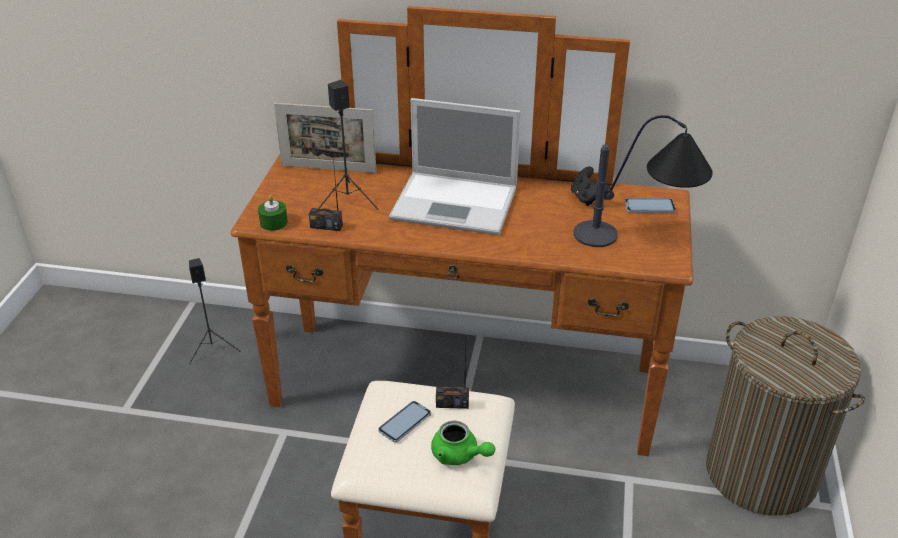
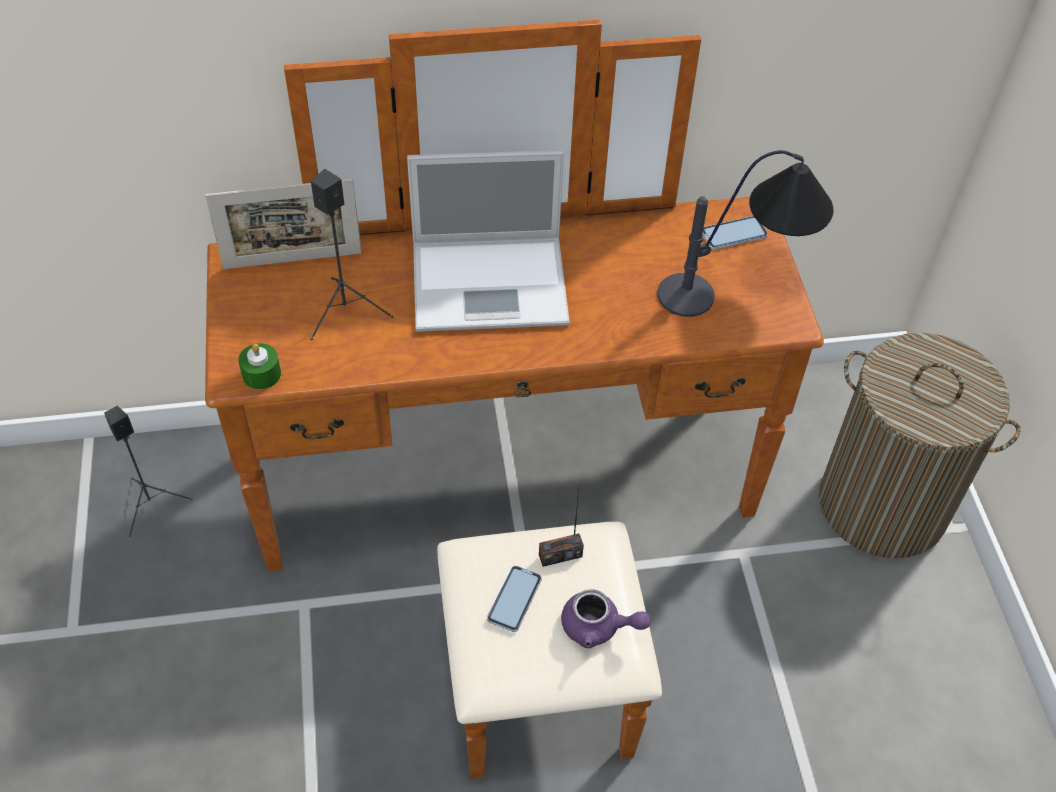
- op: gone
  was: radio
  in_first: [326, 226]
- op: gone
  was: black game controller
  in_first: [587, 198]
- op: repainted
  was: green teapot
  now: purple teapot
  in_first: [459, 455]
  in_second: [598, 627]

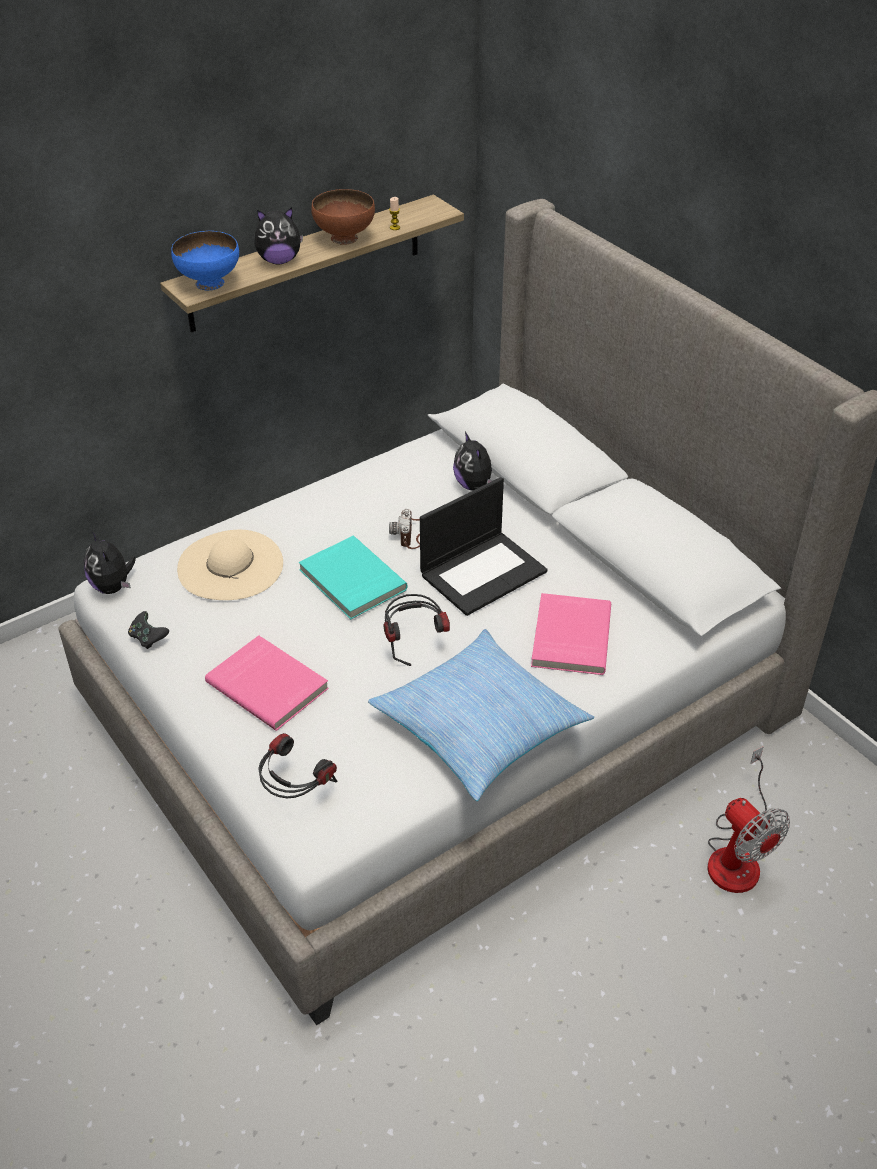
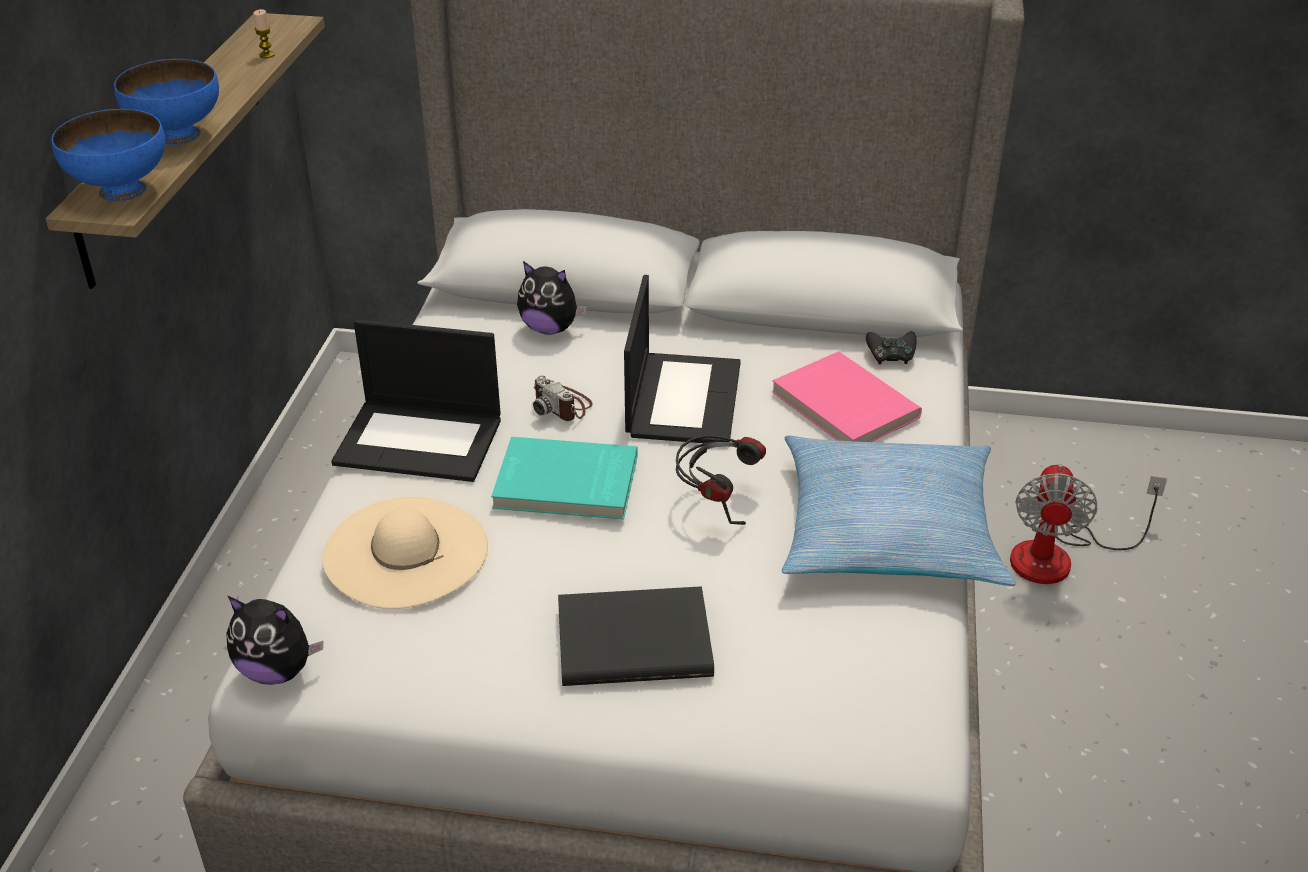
- op: gone
  was: brown bowl
  in_first: [344, 238]
- op: swapped
  was: plush toy
  now: blue bowl
  in_first: [279, 260]
  in_second: [177, 135]
- op: shifted
  was: black game controller
  in_first: [148, 638]
  in_second: [890, 357]
- op: repainted
  was: pink book
  now: black book
  in_first: [269, 684]
  in_second: [634, 639]
- op: gone
  was: headphones
  in_first: [296, 793]
- op: rotated
  was: fan
  in_first: [737, 855]
  in_second: [1059, 557]
  clockwise: 90
- op: new
  now: laptop
  in_second: [421, 440]

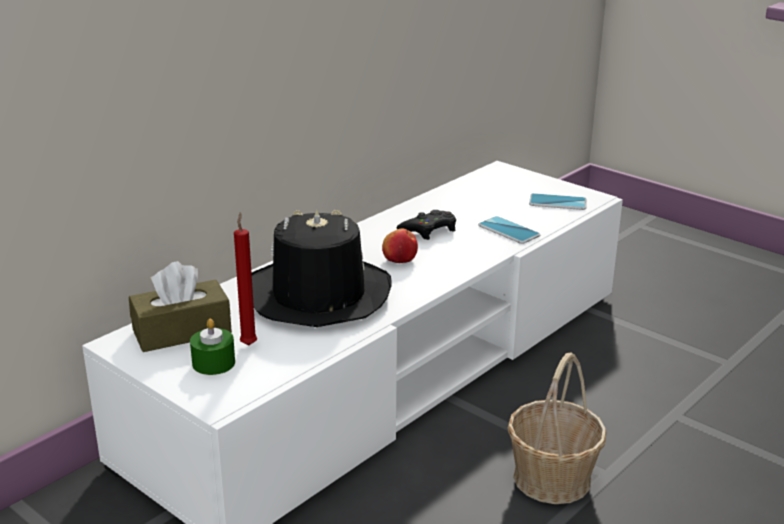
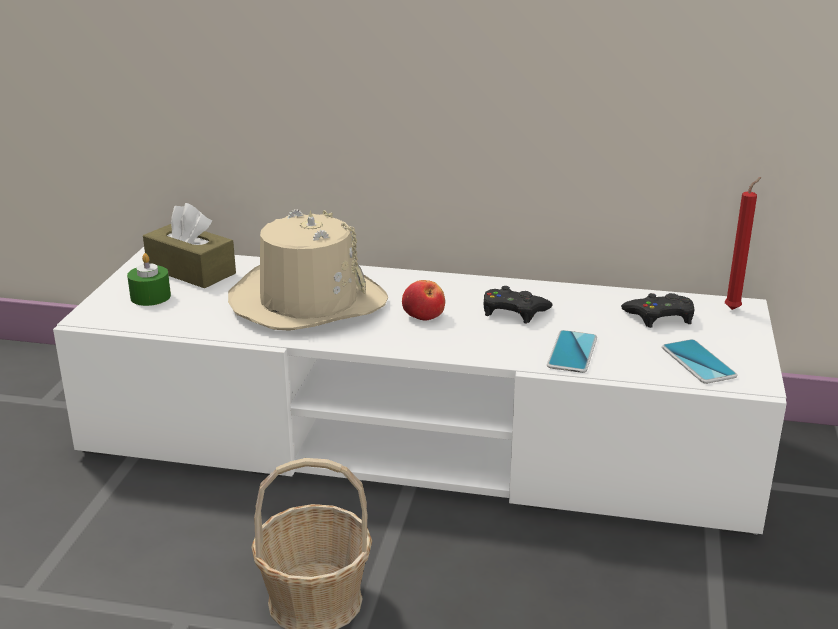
- op: repainted
  was: black hat
  now: beige hat
  in_first: [318, 295]
  in_second: [307, 301]
- op: shifted
  was: red candle
  in_first: [249, 343]
  in_second: [734, 309]
- op: new
  now: black game controller
  in_second: [660, 316]

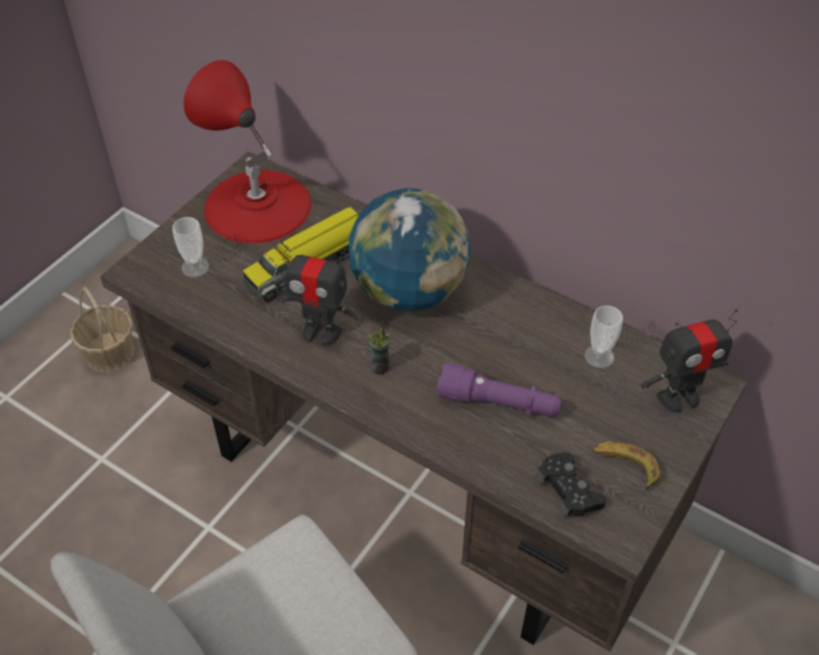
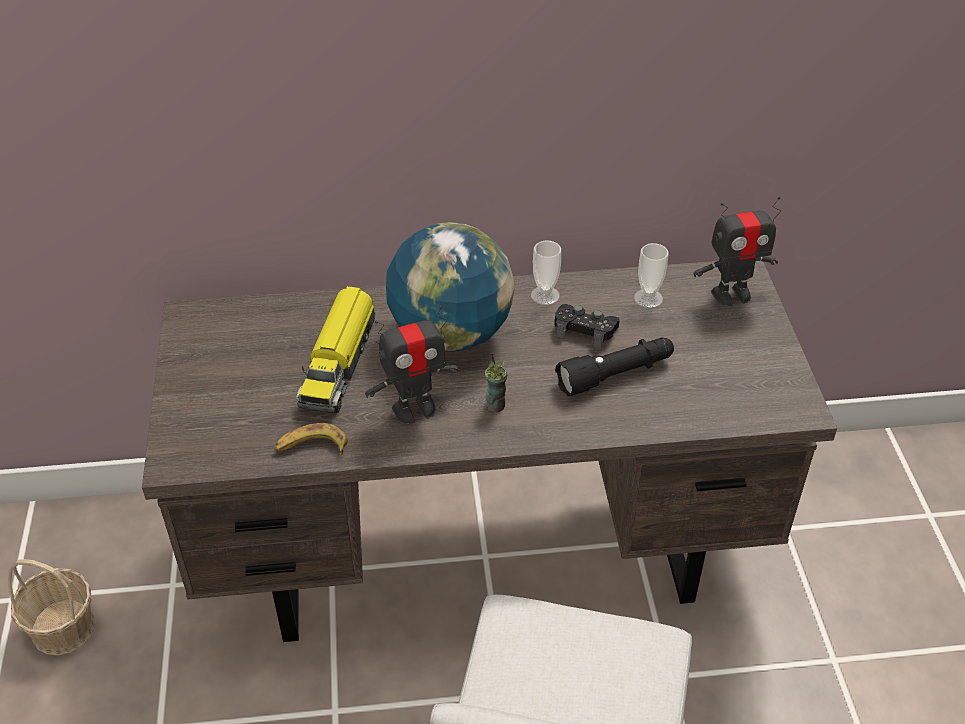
- op: gone
  was: red table lamp
  in_first: [257, 206]
- op: shifted
  was: cup
  in_first: [195, 267]
  in_second: [545, 295]
- op: rotated
  was: toy robot
  in_first: [678, 397]
  in_second: [731, 294]
  clockwise: 45
- op: repainted
  was: purple flashlight
  now: black flashlight
  in_first: [498, 403]
  in_second: [616, 375]
- op: shifted
  was: banana
  in_first: [625, 466]
  in_second: [311, 447]
- op: shifted
  was: black game controller
  in_first: [568, 491]
  in_second: [585, 330]

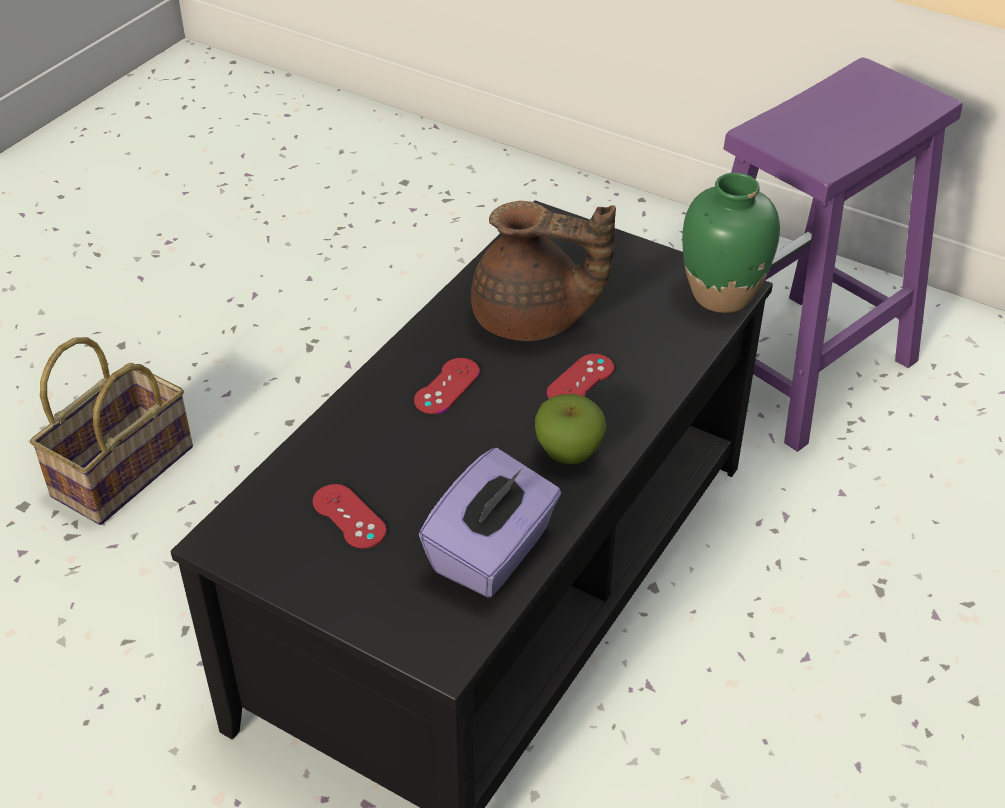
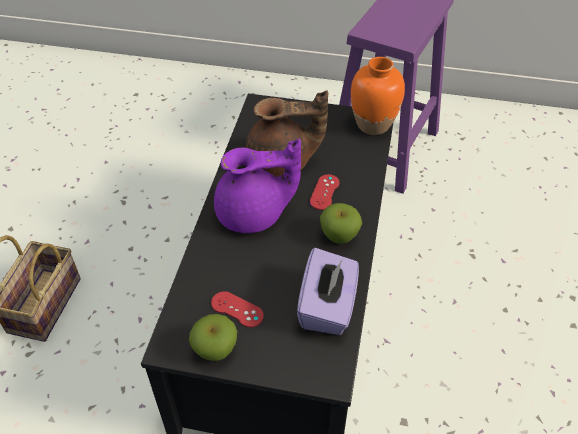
- op: repainted
  was: green vase
  now: orange vase
  in_first: [722, 295]
  in_second: [373, 124]
- op: swapped
  was: red game controller
  now: purple teapot
  in_first: [447, 386]
  in_second: [254, 214]
- op: new
  now: apple
  in_second: [215, 350]

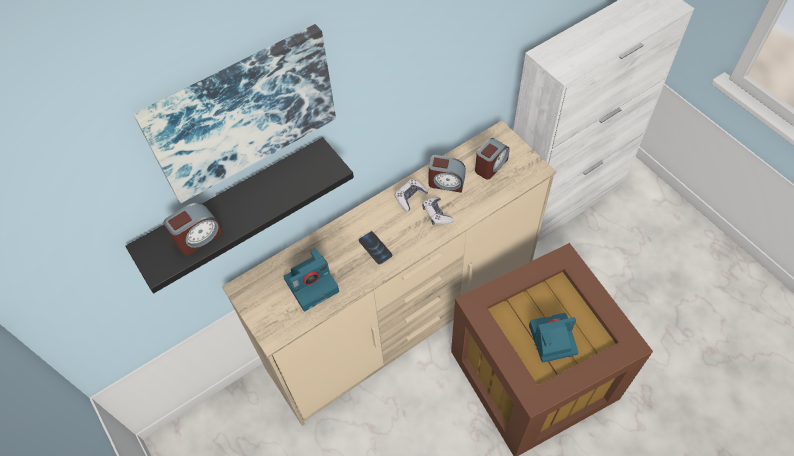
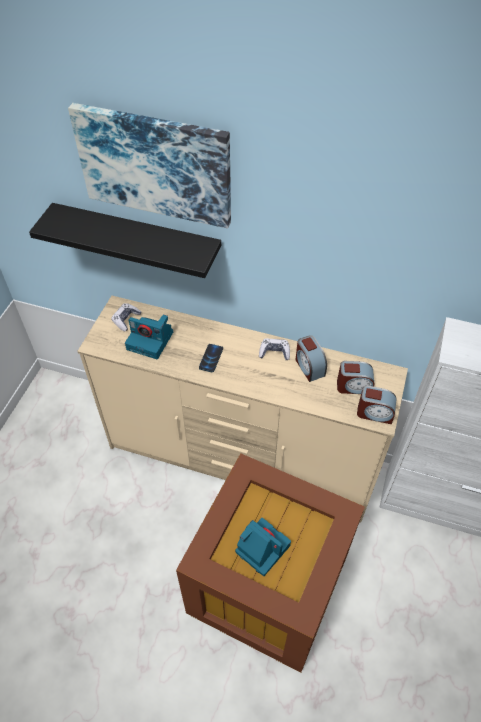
- op: shifted
  was: game controller
  in_first: [436, 214]
  in_second: [126, 319]
- op: shifted
  was: alarm clock
  in_first: [198, 237]
  in_second: [374, 413]

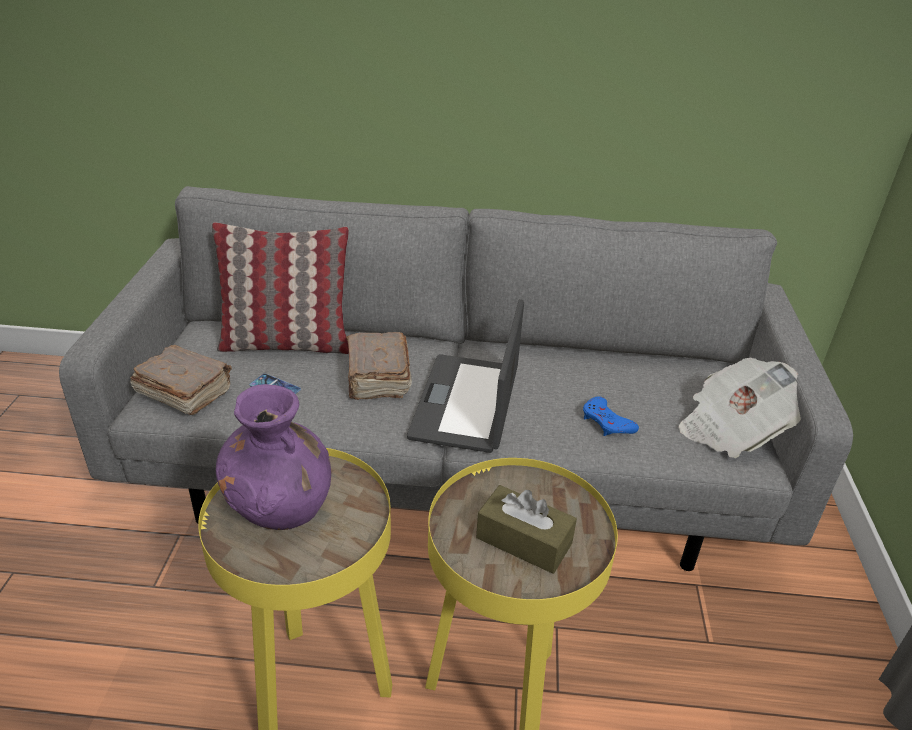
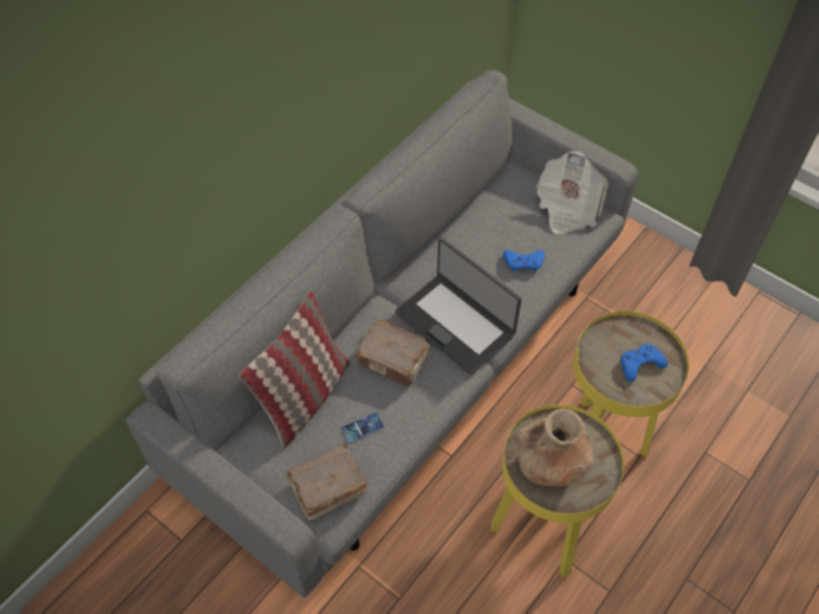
- op: repainted
  was: purple vase
  now: brown vase
  in_first: [280, 506]
  in_second: [551, 465]
- op: swapped
  was: brown tissue box
  now: blue game controller
  in_first: [524, 541]
  in_second: [640, 364]

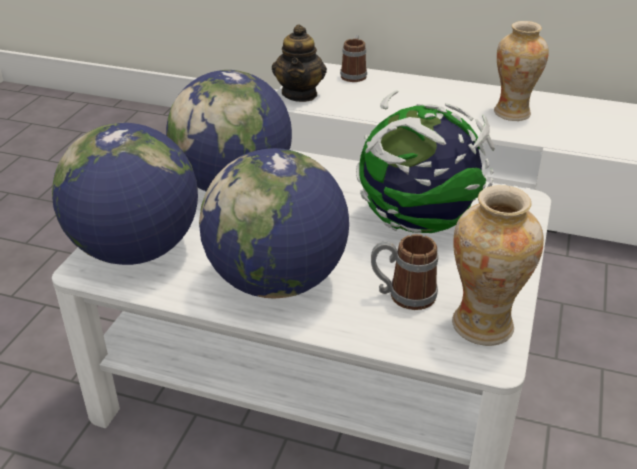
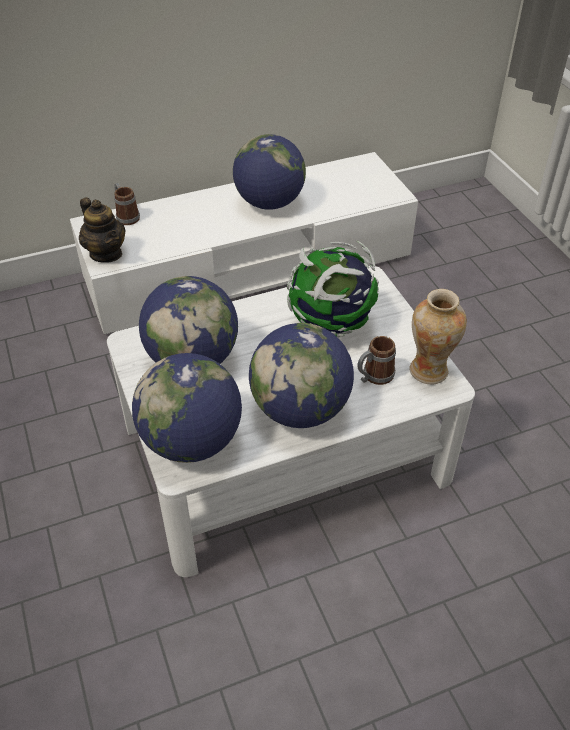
- op: swapped
  was: vase
  now: globe
  in_first: [512, 113]
  in_second: [269, 203]

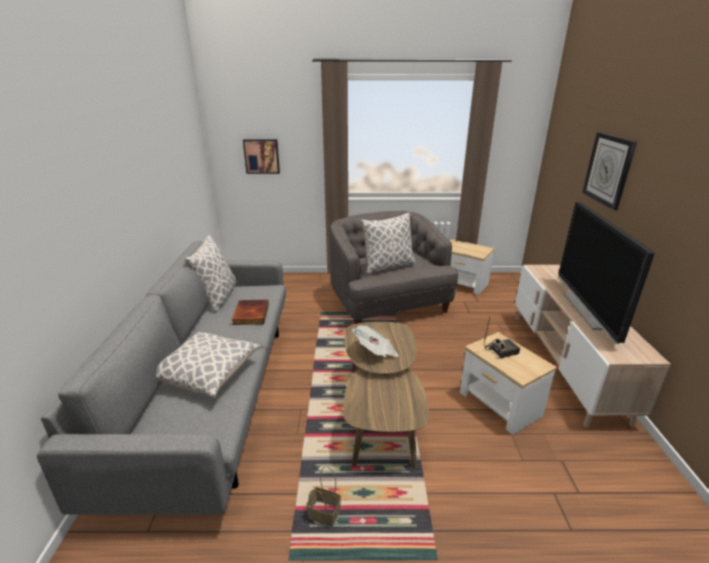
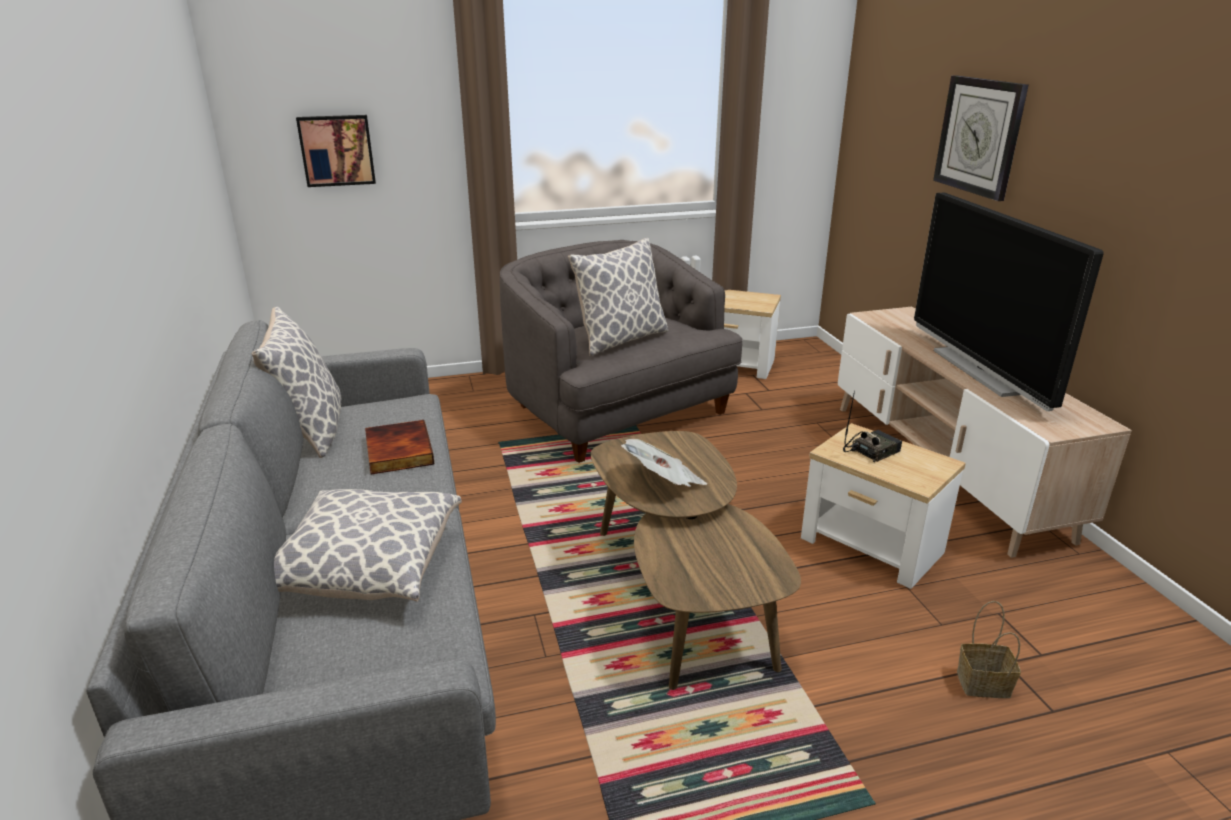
- op: shifted
  was: basket
  in_first: [323, 514]
  in_second: [982, 684]

